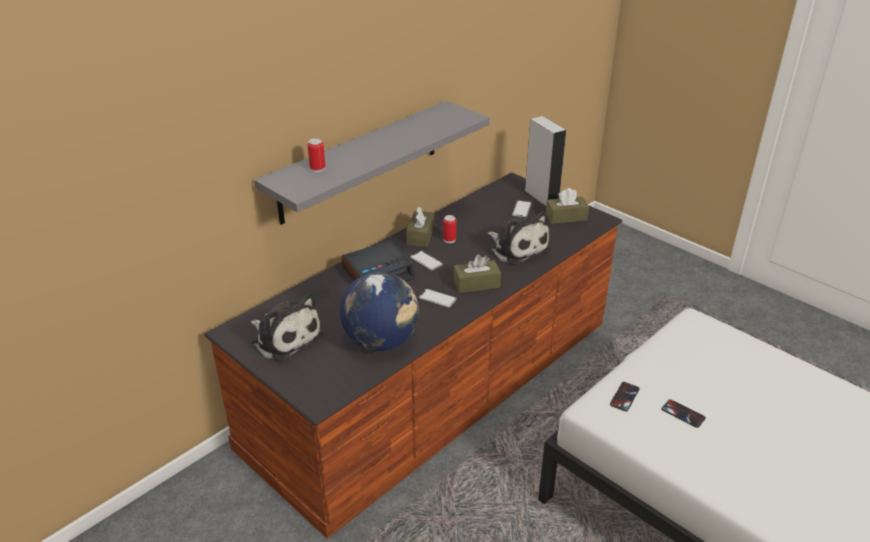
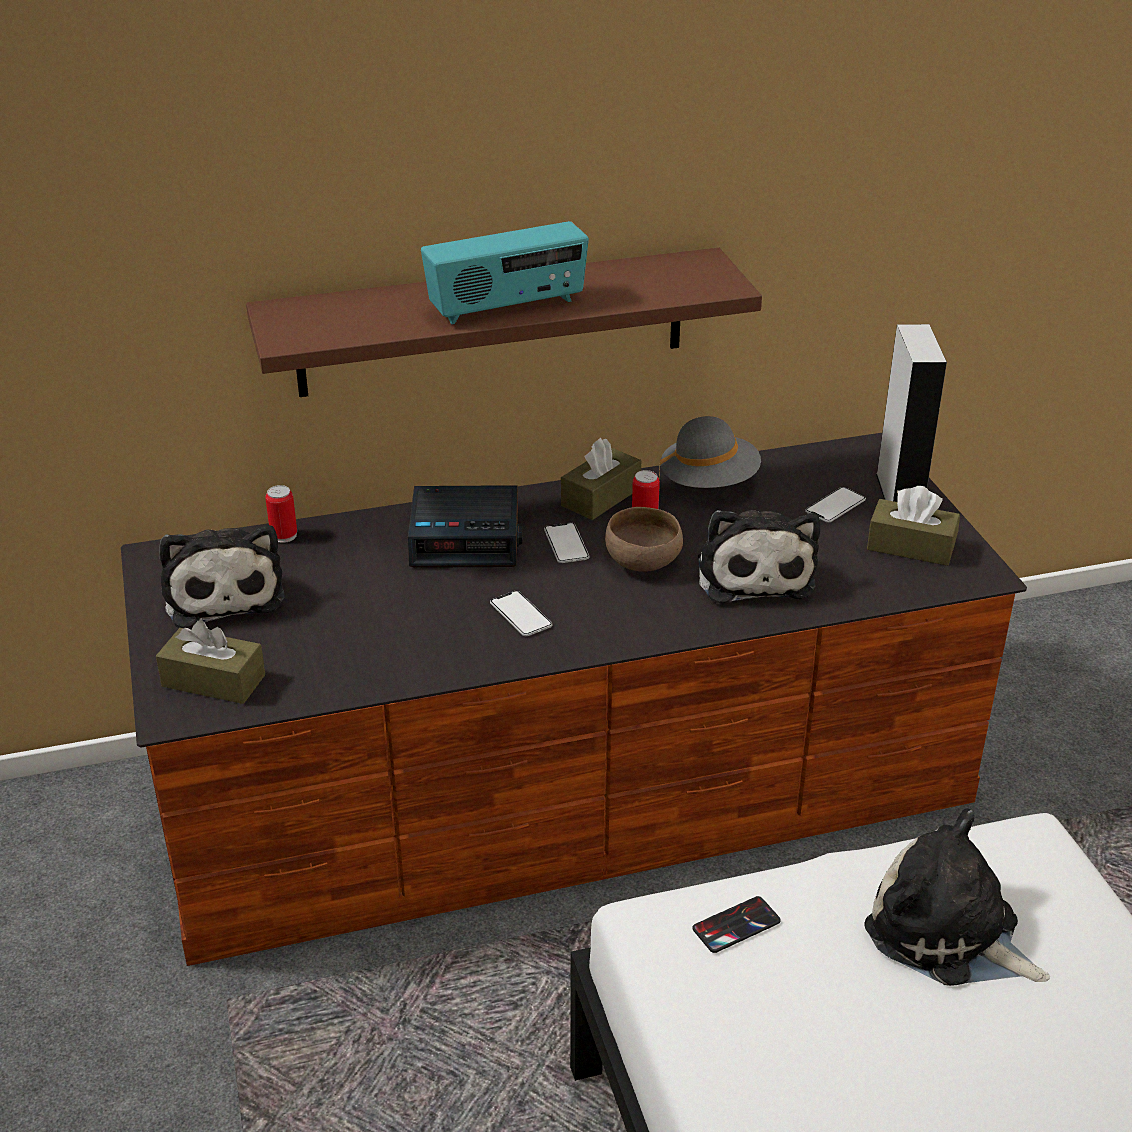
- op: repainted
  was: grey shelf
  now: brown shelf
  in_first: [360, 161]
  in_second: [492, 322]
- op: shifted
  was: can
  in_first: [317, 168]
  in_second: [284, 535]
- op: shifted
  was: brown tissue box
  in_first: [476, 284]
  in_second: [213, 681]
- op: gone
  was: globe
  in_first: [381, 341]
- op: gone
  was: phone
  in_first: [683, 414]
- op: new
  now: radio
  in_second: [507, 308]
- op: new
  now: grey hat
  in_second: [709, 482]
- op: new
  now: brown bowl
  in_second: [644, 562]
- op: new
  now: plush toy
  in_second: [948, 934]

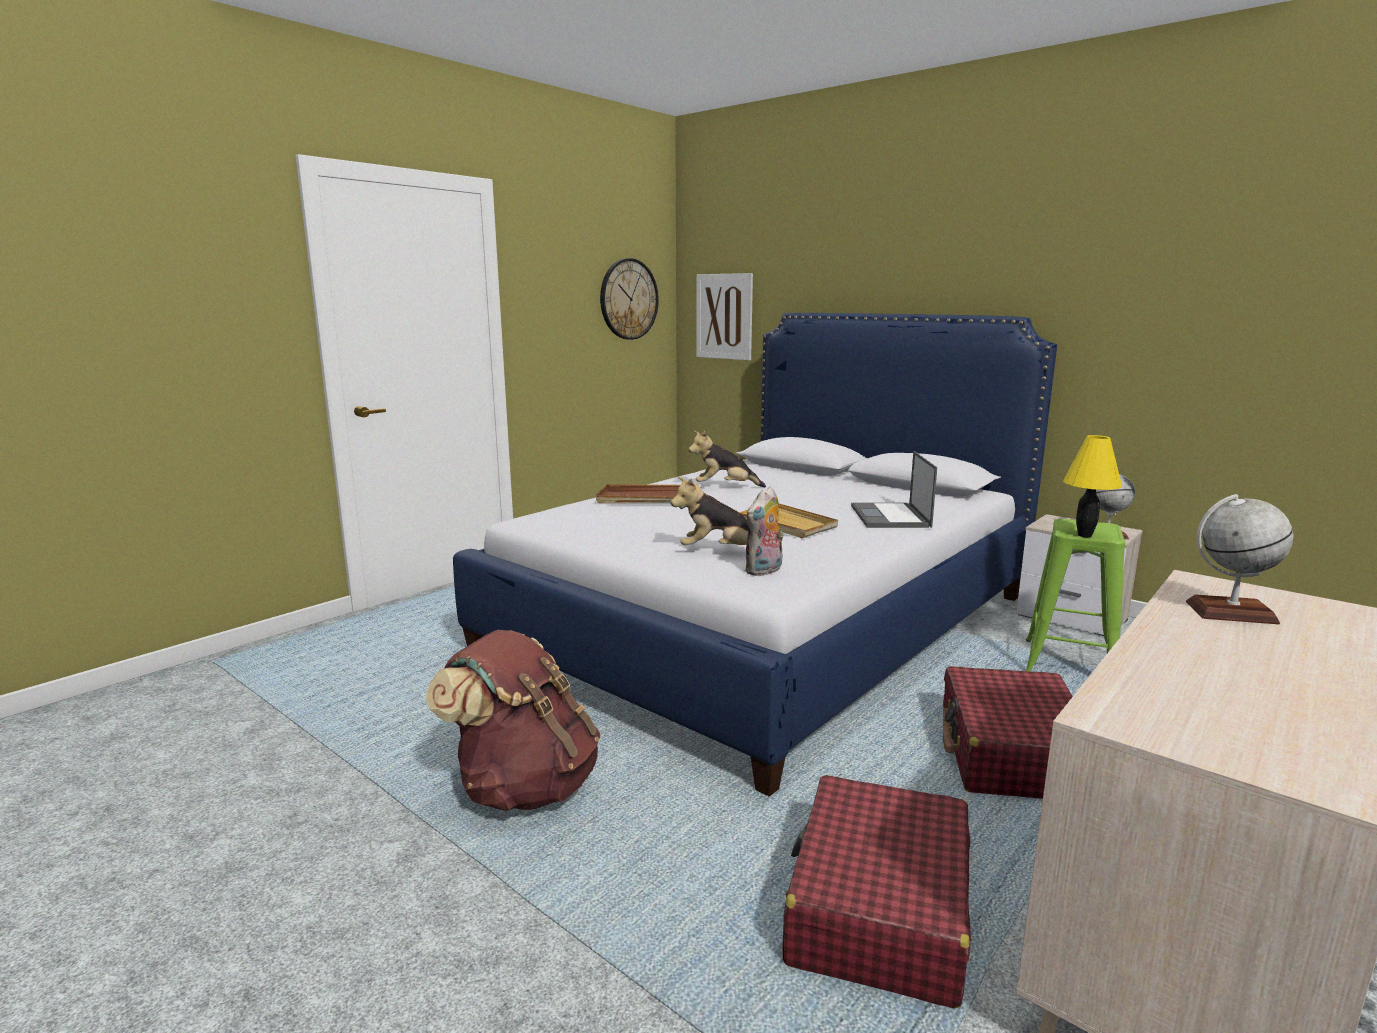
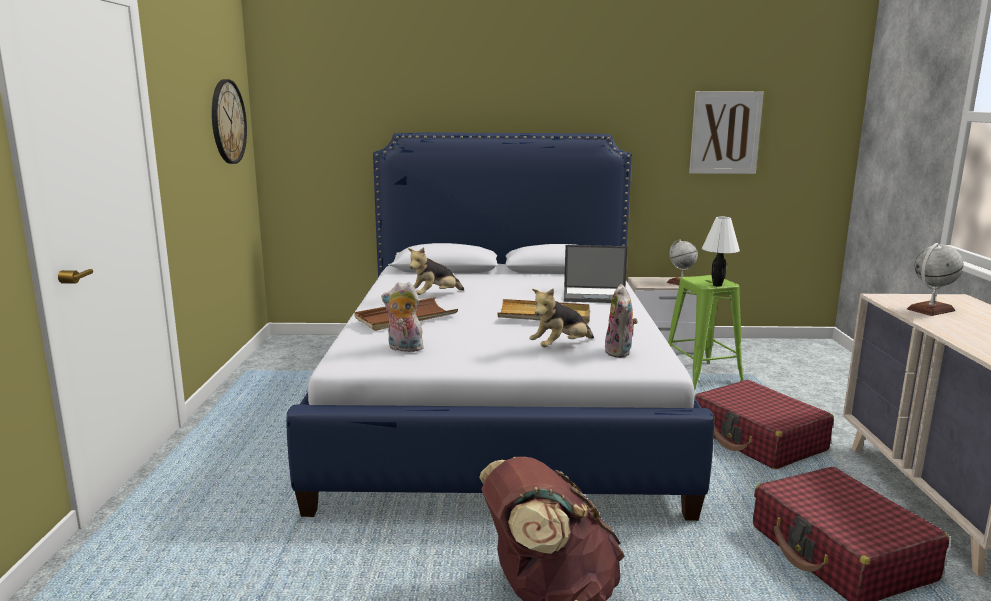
- op: shifted
  was: picture
  in_first: [724, 316]
  in_second: [725, 132]
- op: repainted
  was: yellow table lamp
  now: white table lamp
  in_first: [1084, 535]
  in_second: [717, 285]
- op: rotated
  was: laptop
  in_first: [890, 517]
  in_second: [596, 295]
  clockwise: -45
- op: new
  now: plush toy
  in_second: [403, 349]

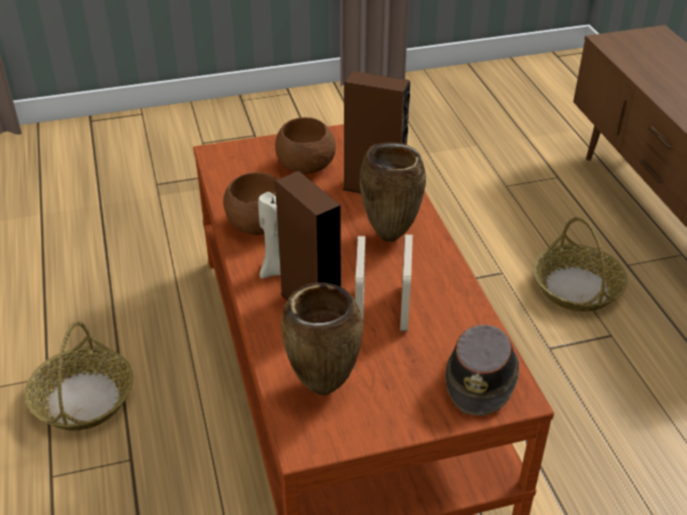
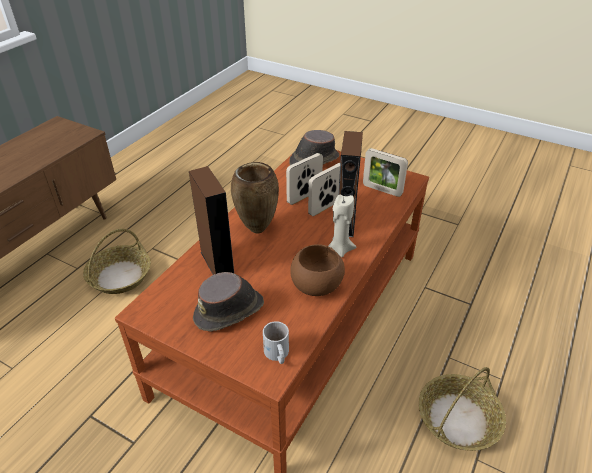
- op: swapped
  was: brown bowl
  now: brown hat
  in_first: [304, 166]
  in_second: [230, 311]
- op: swapped
  was: brown vase
  now: picture frame
  in_first: [322, 389]
  in_second: [382, 190]
- op: new
  now: white mug
  in_second: [276, 354]

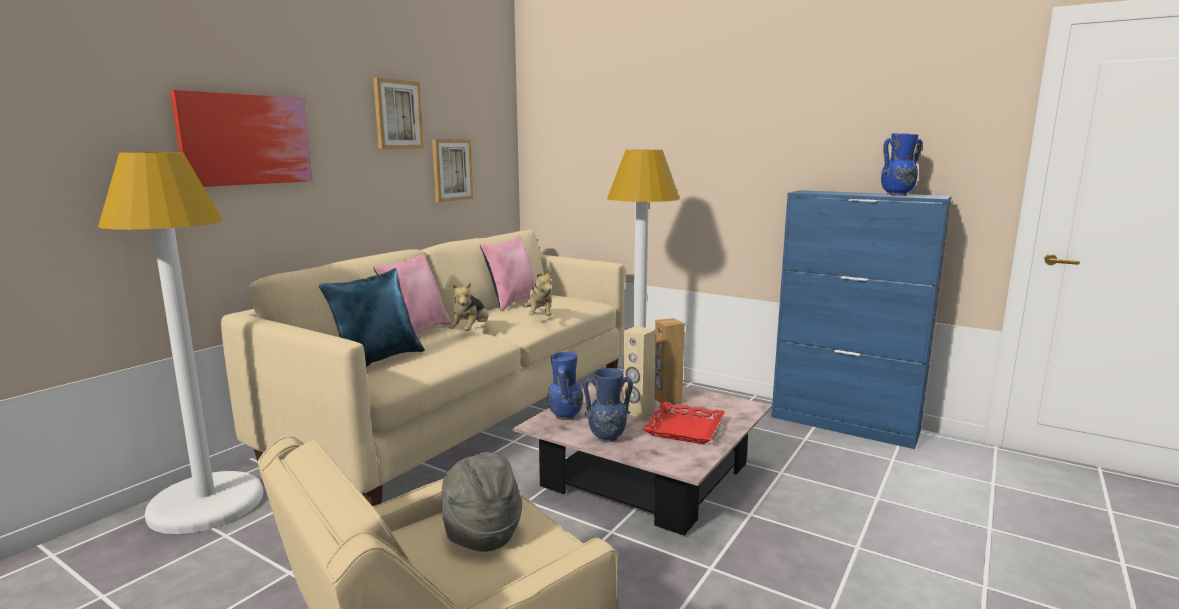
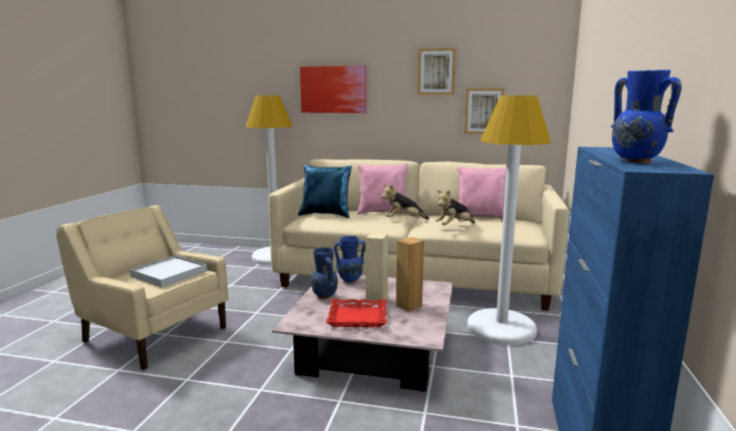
- op: swapped
  was: grey hat
  now: white tray
  in_first: [481, 533]
  in_second: [169, 274]

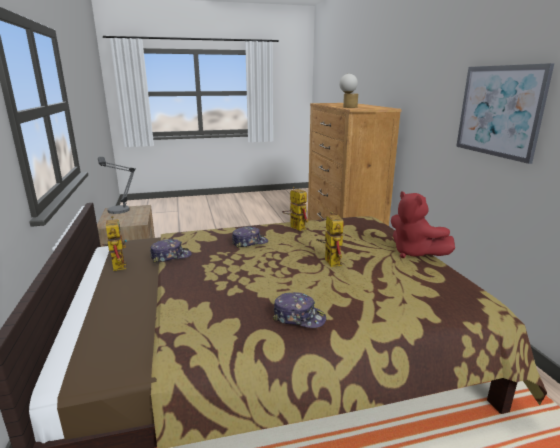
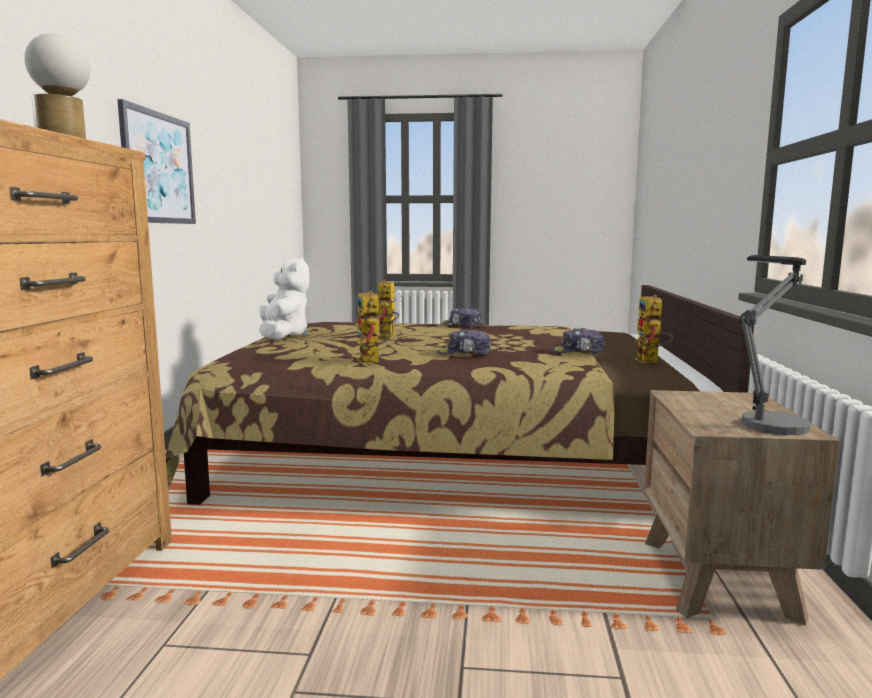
- op: repainted
  was: red plush toy
  now: white plush toy
  in_first: [414, 253]
  in_second: [283, 336]

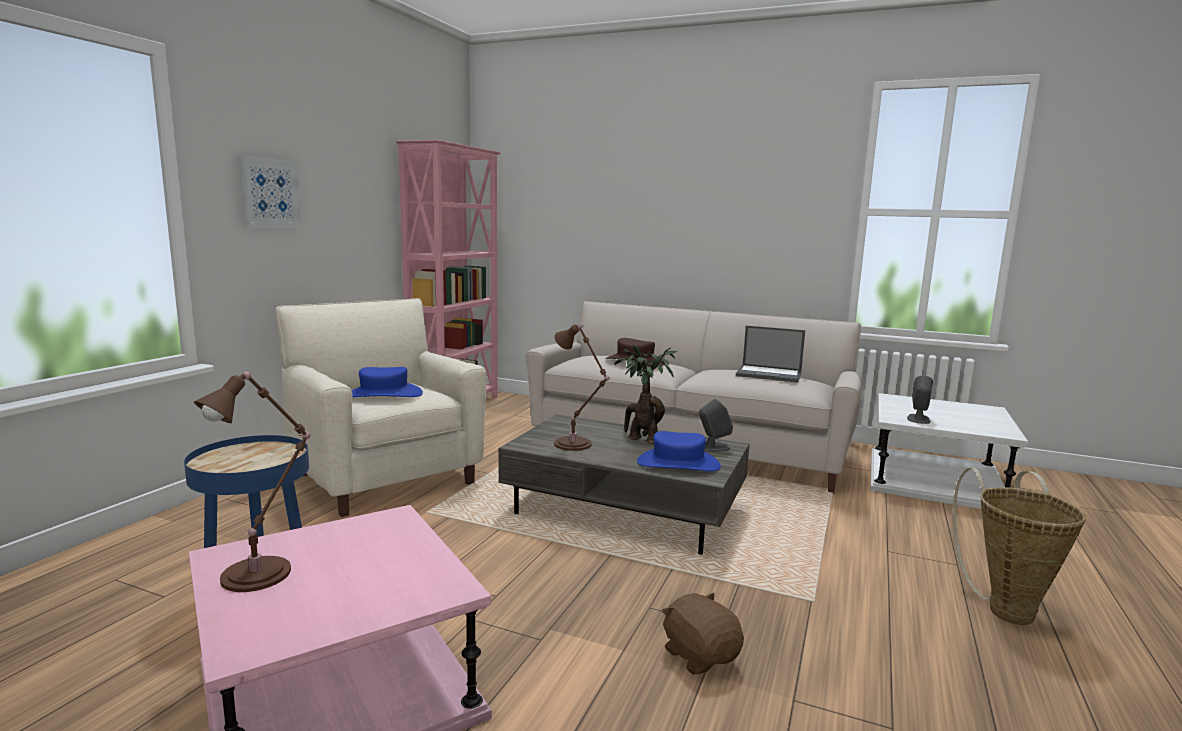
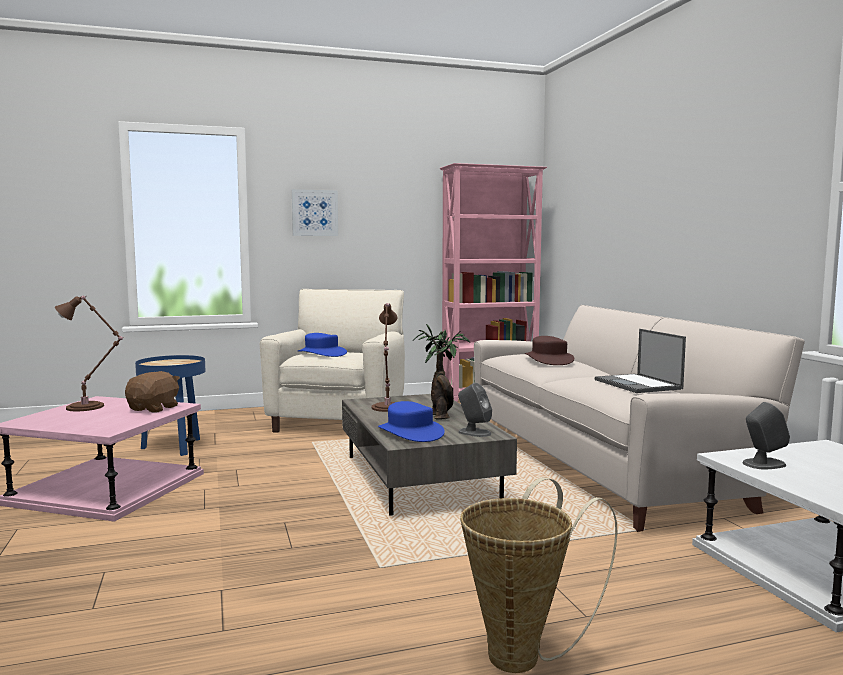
- op: shifted
  was: brown plush toy
  in_first: [700, 655]
  in_second: [154, 408]

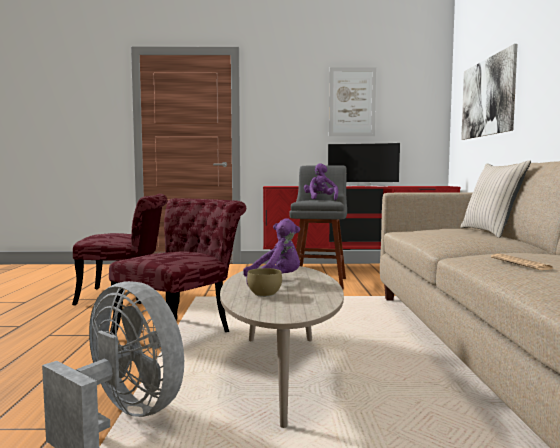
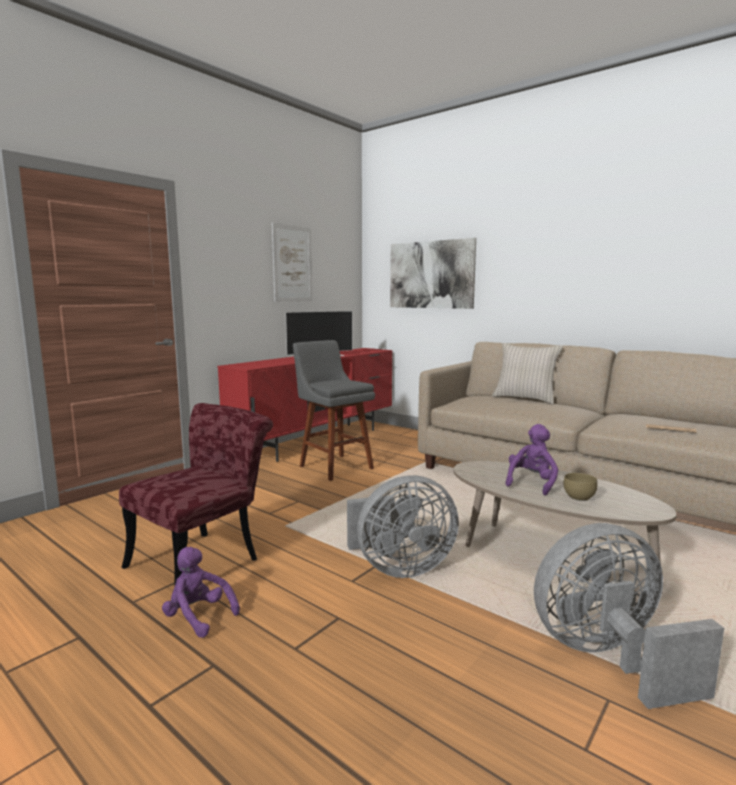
- op: shifted
  was: purple plush toy
  in_first: [320, 199]
  in_second: [198, 617]
- op: swapped
  was: red chair
  now: grey fan
  in_first: [181, 332]
  in_second: [399, 568]

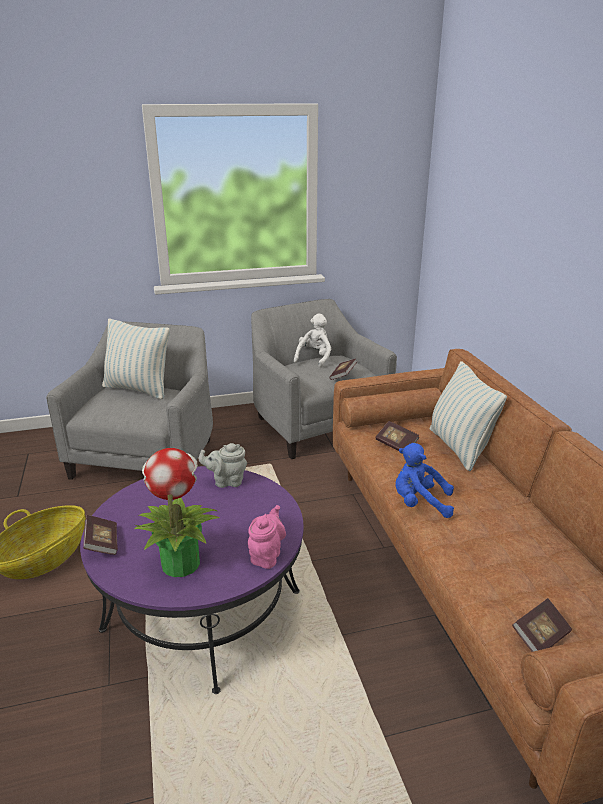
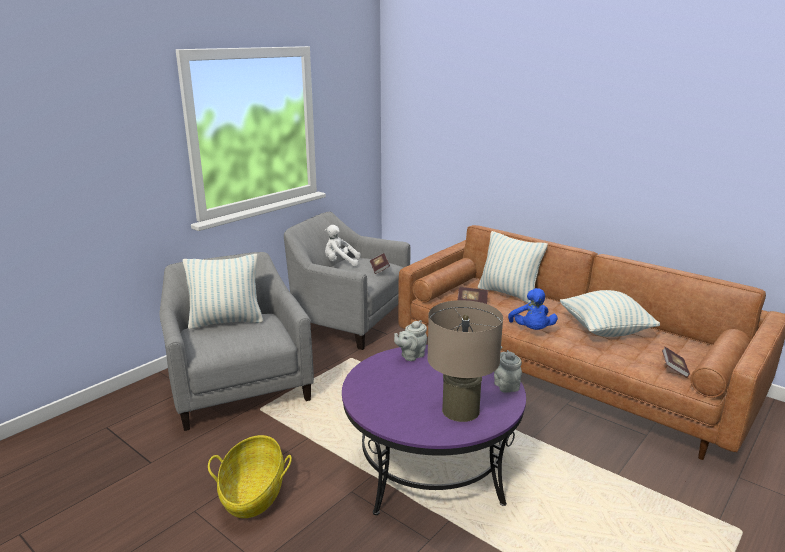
- op: rotated
  was: white plush toy
  in_first: [314, 358]
  in_second: [340, 263]
  clockwise: -75
- op: rotated
  was: blue plush toy
  in_first: [419, 503]
  in_second: [532, 330]
  clockwise: -75
- op: swapped
  was: potted plant
  now: beige table lamp
  in_first: [180, 562]
  in_second: [460, 410]
- op: repainted
  was: pink teapot
  now: grey teapot
  in_first: [267, 555]
  in_second: [505, 385]
- op: gone
  was: book
  in_first: [102, 543]
- op: new
  now: pillow
  in_second: [605, 330]

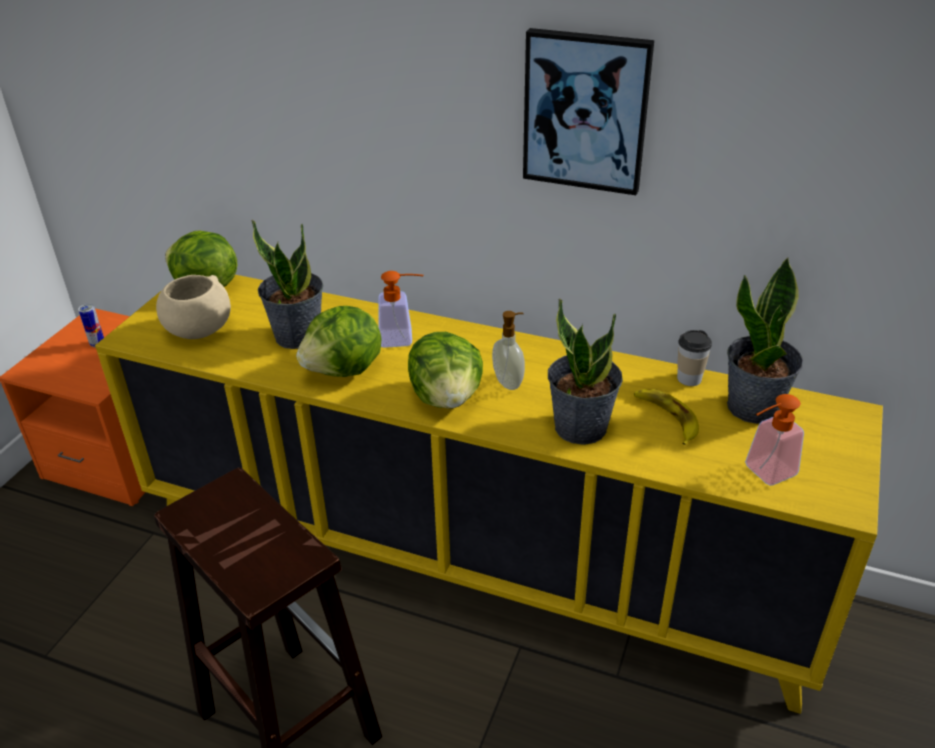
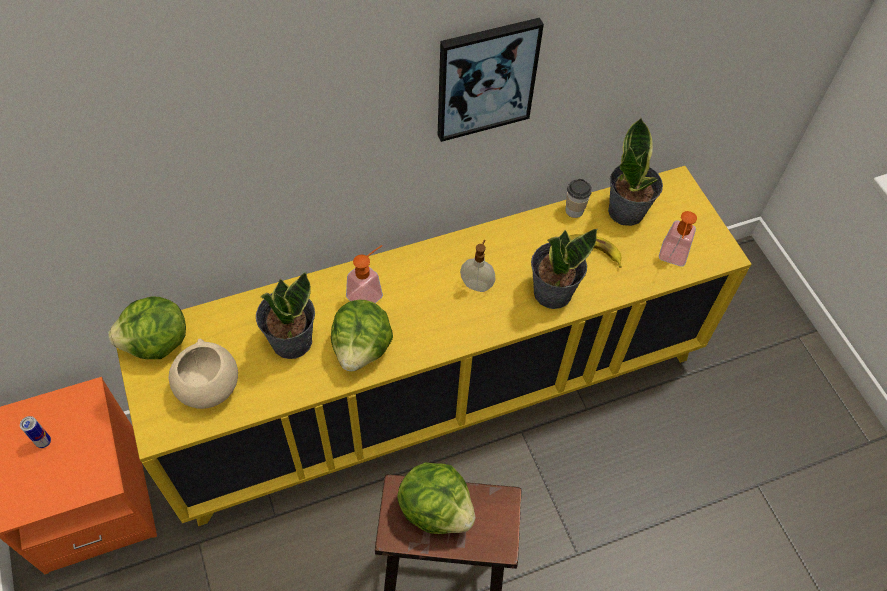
- op: shifted
  was: lettuce
  in_first: [447, 398]
  in_second: [436, 508]

